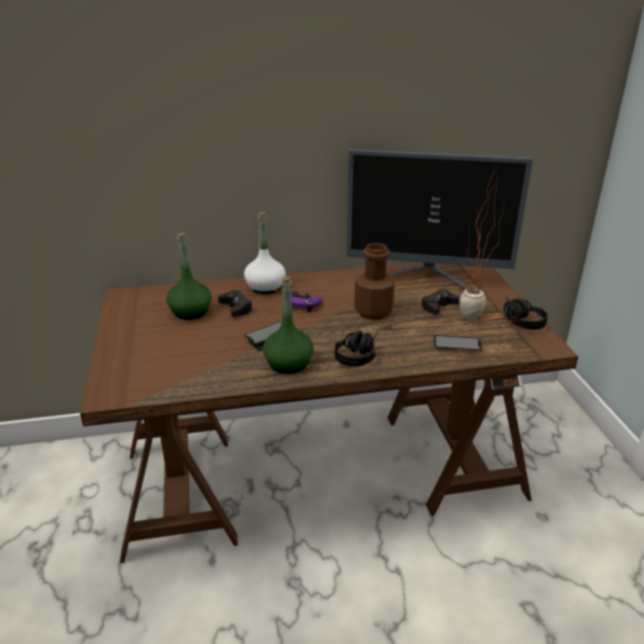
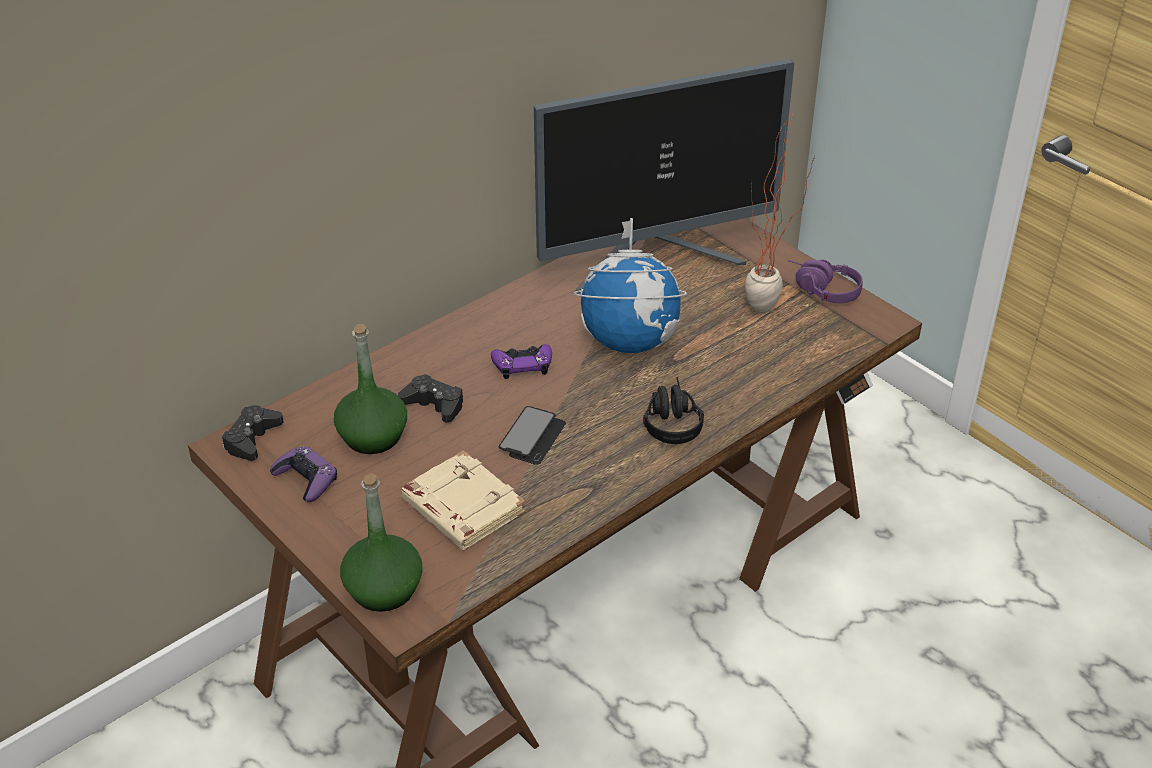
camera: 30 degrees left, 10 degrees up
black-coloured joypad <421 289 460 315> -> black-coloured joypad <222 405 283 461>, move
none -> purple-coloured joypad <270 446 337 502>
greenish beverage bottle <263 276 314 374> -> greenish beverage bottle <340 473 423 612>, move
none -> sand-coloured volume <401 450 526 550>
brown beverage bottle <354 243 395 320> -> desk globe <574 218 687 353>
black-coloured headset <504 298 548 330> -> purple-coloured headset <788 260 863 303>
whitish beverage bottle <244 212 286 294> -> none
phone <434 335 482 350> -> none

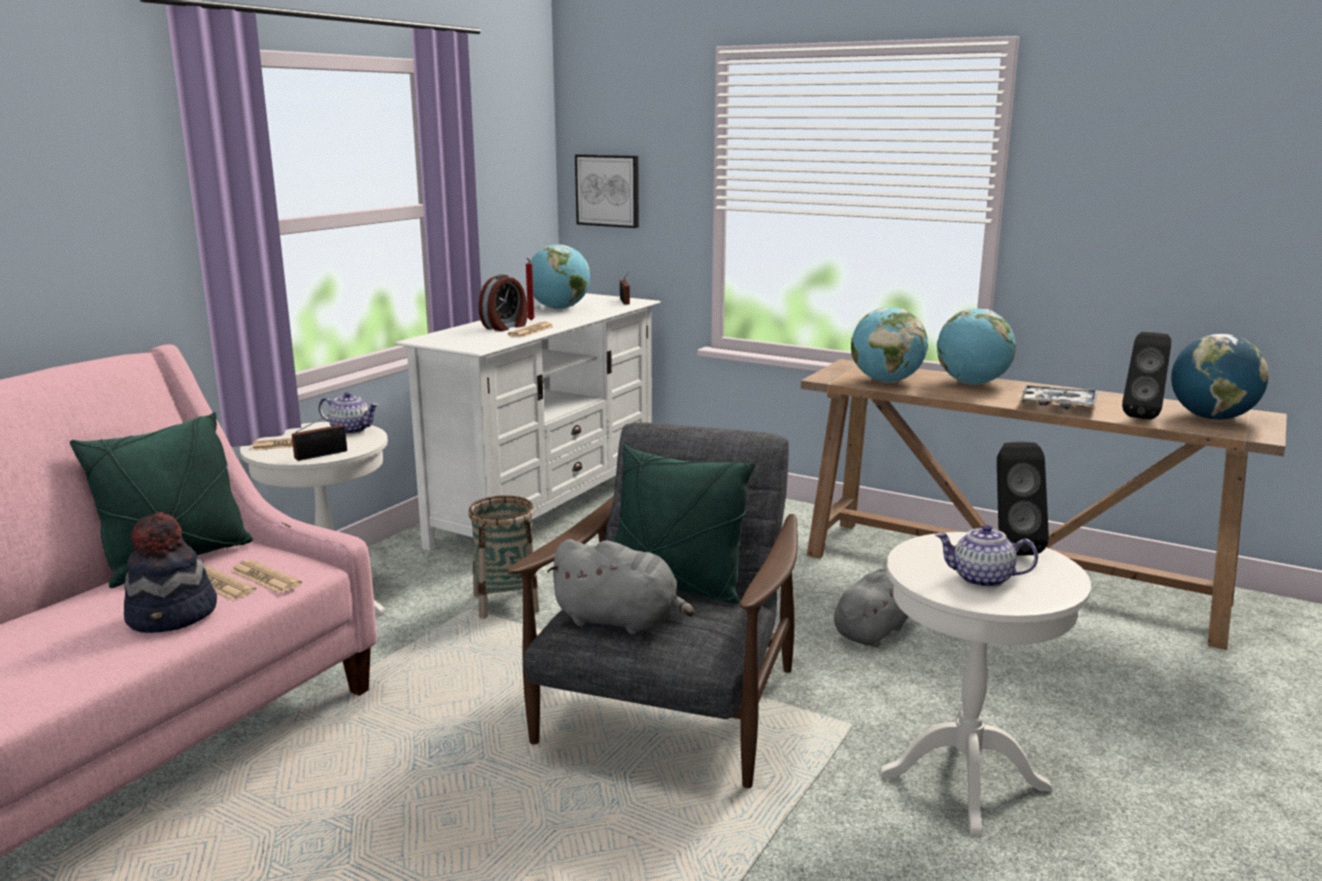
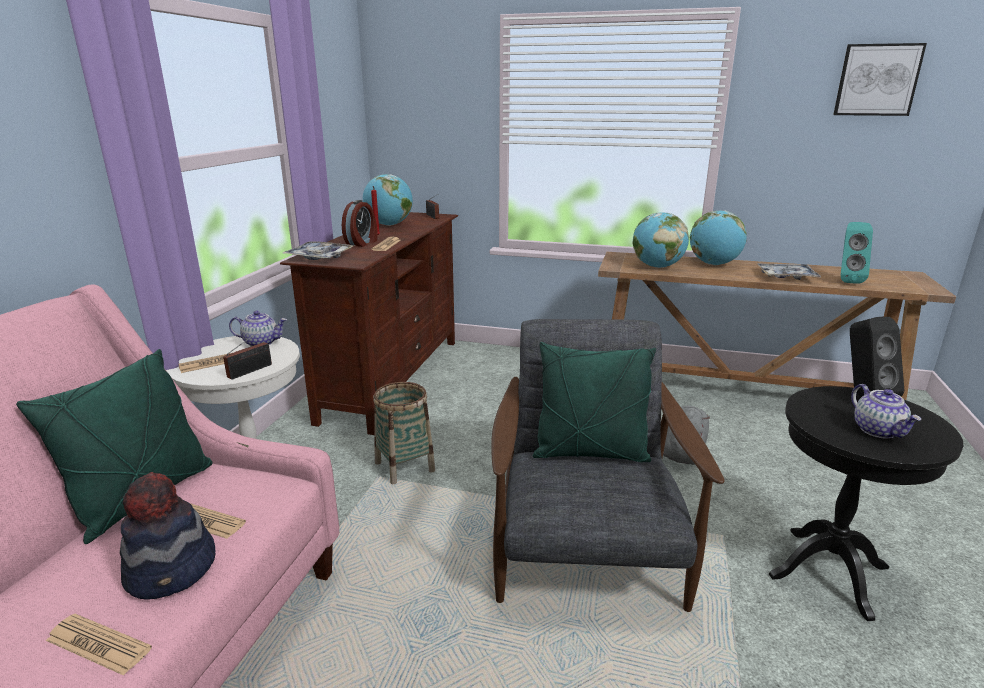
camera: 15 degrees left, 5 degrees up
newspaper <230 560 302 594> -> newspaper <46 614 152 676>, move
whitish media console <394 293 661 551> -> brown media console <280 212 458 435>
none -> serving tray <283 241 355 260>
whitish side table <880 532 1091 836> -> black-coloured side table <769 386 963 621>
wall picture <575 154 639 228> -> wall picture <833 43 927 116>, move
black-coloured speaker <1122 332 1171 419> -> blue-green speaker <841 222 873 284>
pot for tea <935 524 1038 588> -> pot for tea <851 384 921 438>, 105 degrees counterclockwise
greyish cuddly toy <547 539 694 635> -> none
desk globe <1171 334 1269 420> -> none

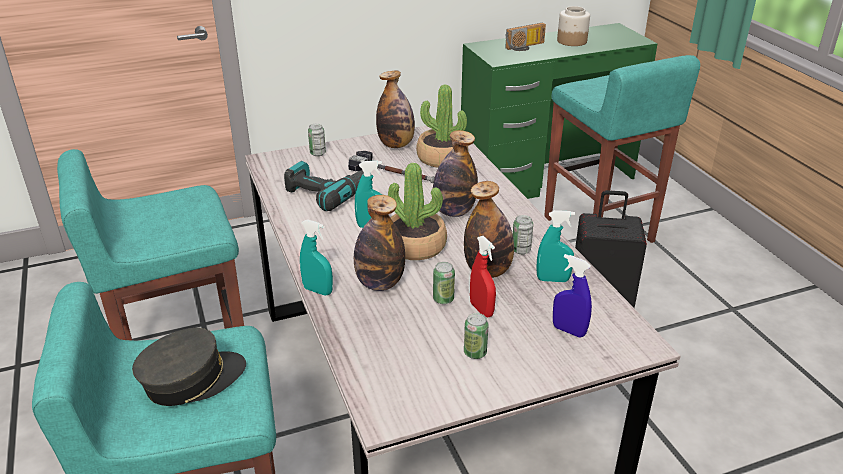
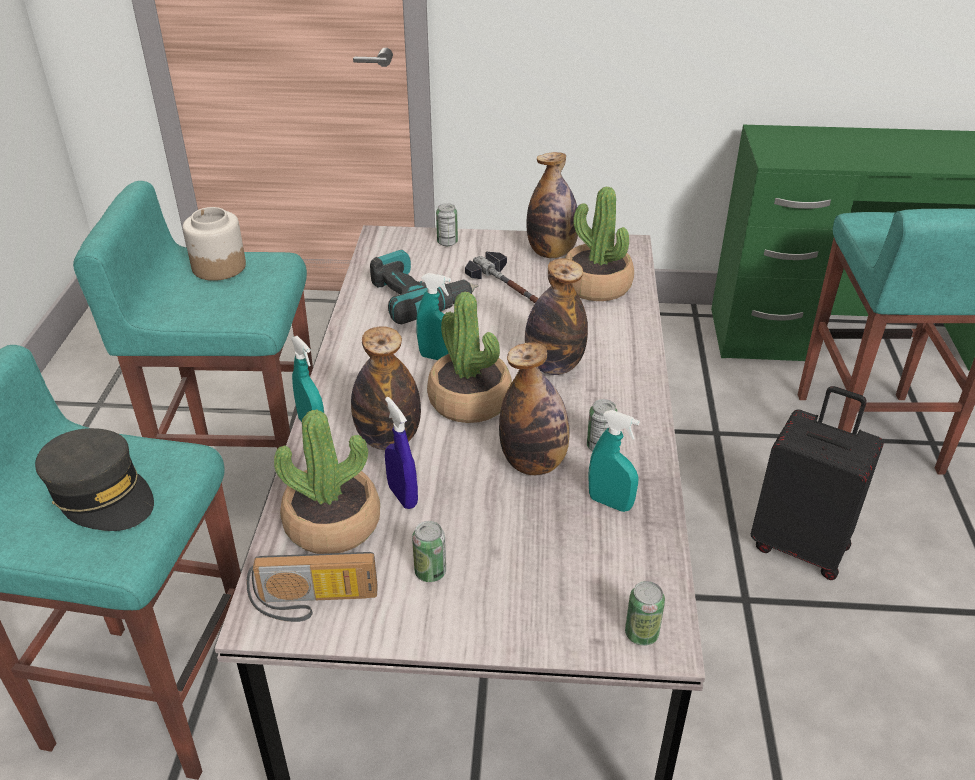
camera: 25 degrees right, 5 degrees up
greyish cap <132 328 246 406> -> greyish cap <35 428 154 531>, 45 degrees clockwise
storage jar <557 6 590 46> -> storage jar <183 207 246 281>, move
radio set <505 23 546 51> -> radio set <246 552 378 622>, move
none -> plant in a pot <274 410 380 554>
blue-coloured sprayer <553 254 592 338> -> blue-coloured sprayer <385 397 418 509>, move
metal can <433 262 455 304> -> metal can <625 581 665 646>, move
reddish sprayer <470 236 496 317> -> none

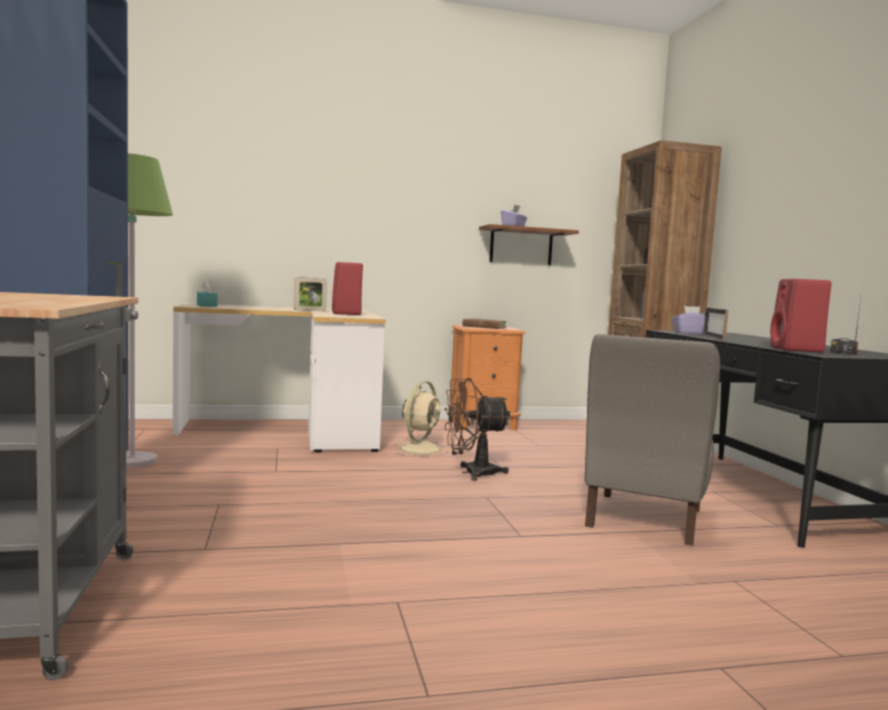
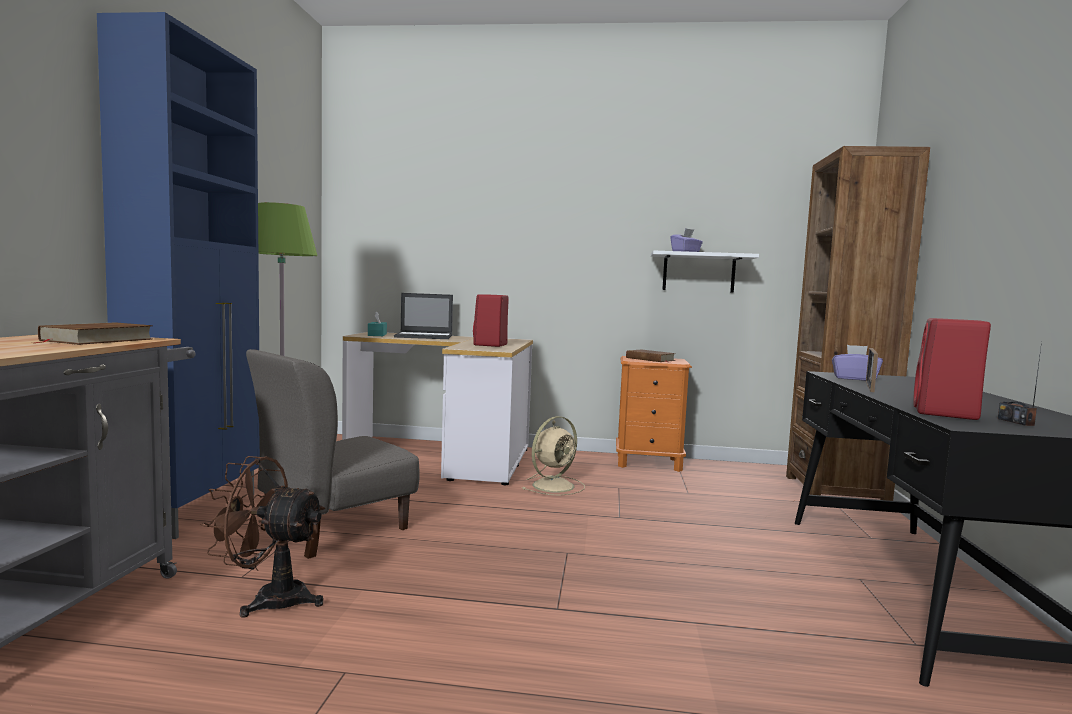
camera: 20 degrees right, 0 degrees up
none -> brown volume <35 322 153 345>
brown electric fan <444 378 511 481> -> brown electric fan <201 456 325 618>, move
greyish chair <584 334 720 546> -> greyish chair <246 349 420 559>, move
none -> laptop <394 293 453 339>
brown shelf <479 224 579 265> -> whitish shelf <651 251 759 293>
standing frame <294 277 327 311> -> none

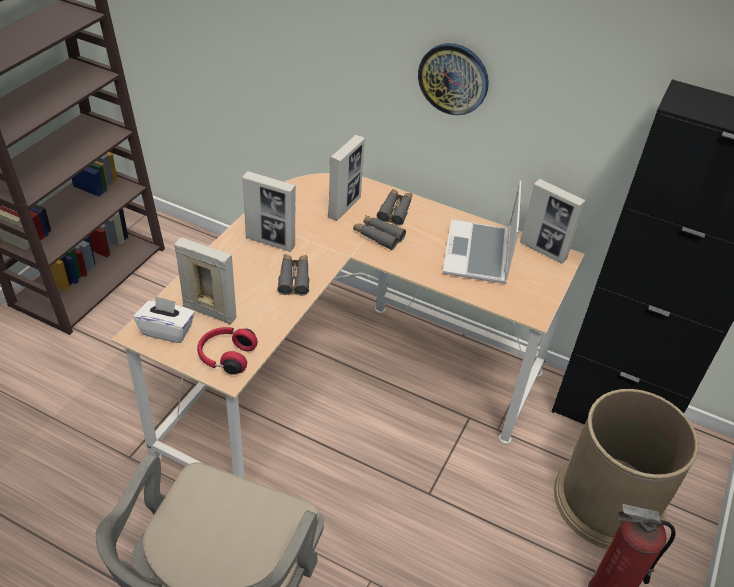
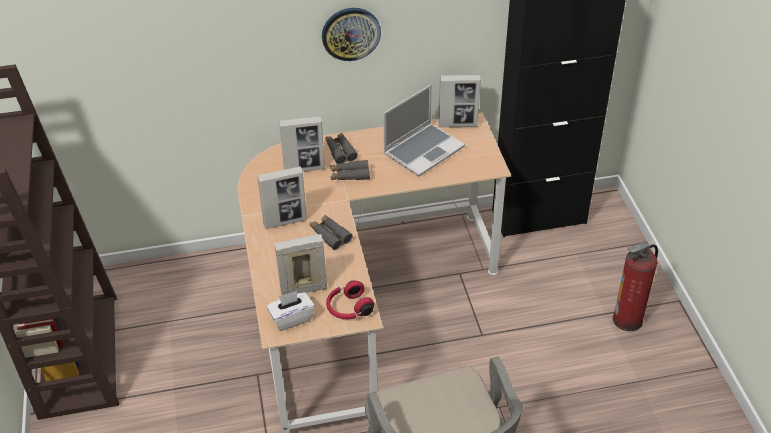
camera: 35 degrees left, 0 degrees up
standing frame <328 135 365 221> -> standing frame <279 116 325 171>, 90 degrees clockwise
laptop <443 180 522 284> -> laptop <383 85 465 176>, 105 degrees counterclockwise
brown trash can <554 389 699 549> -> none

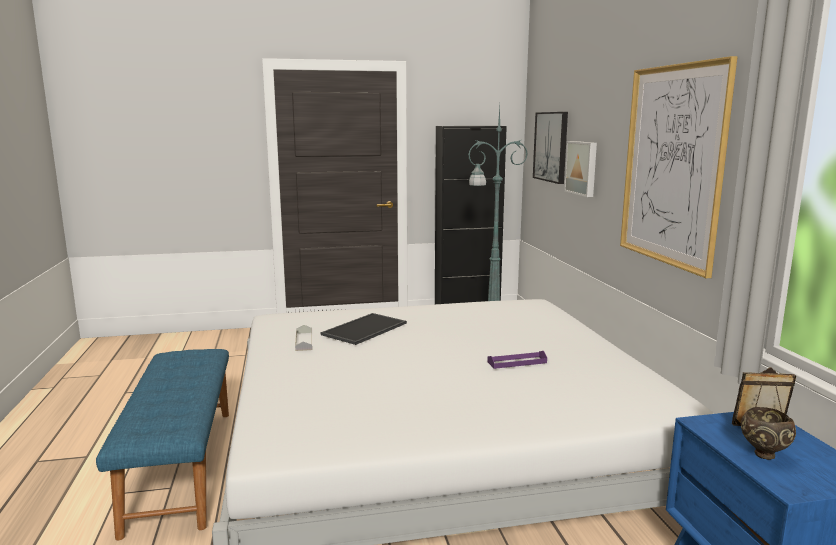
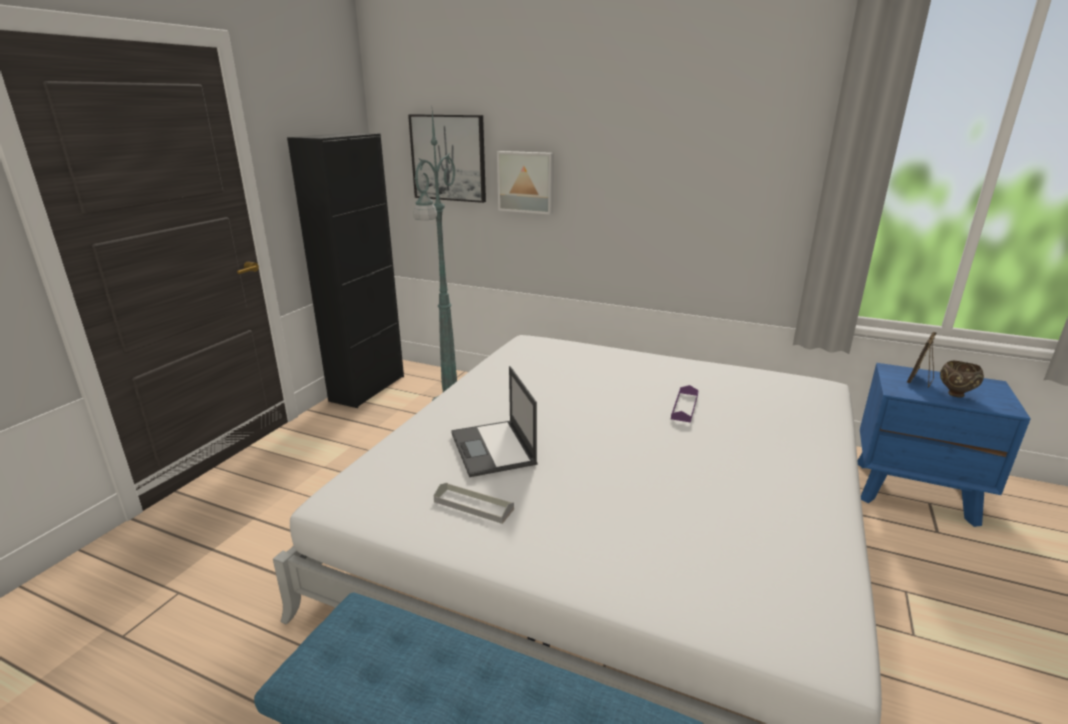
camera: 55 degrees left, 10 degrees up
serving tray <321 313 407 345> -> laptop <451 366 538 477>
wall picture <620 56 738 278> -> none

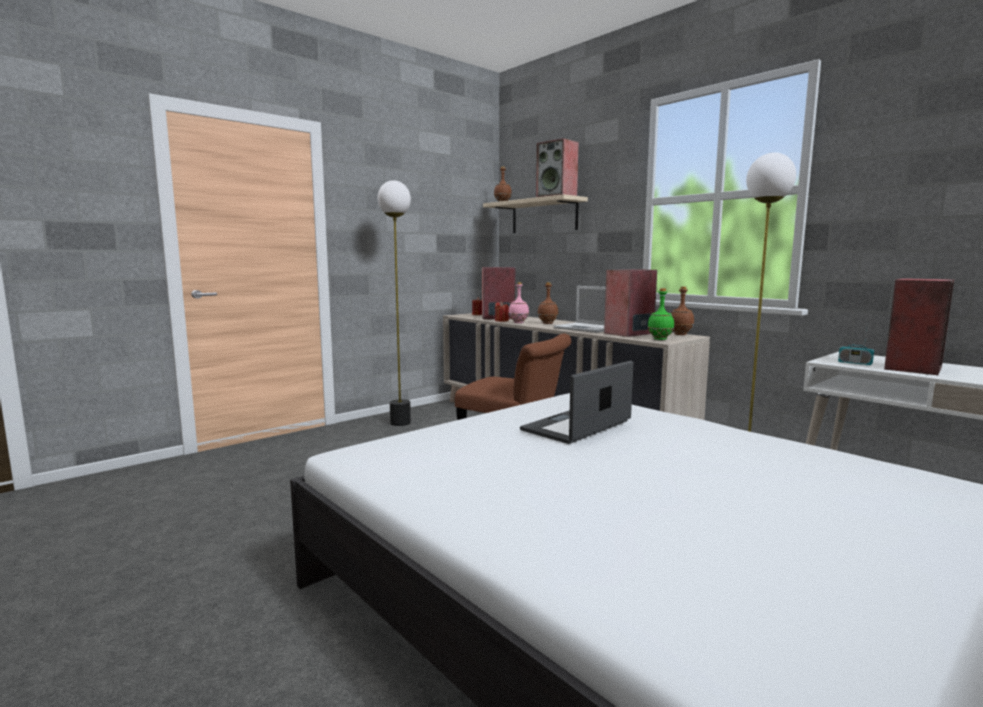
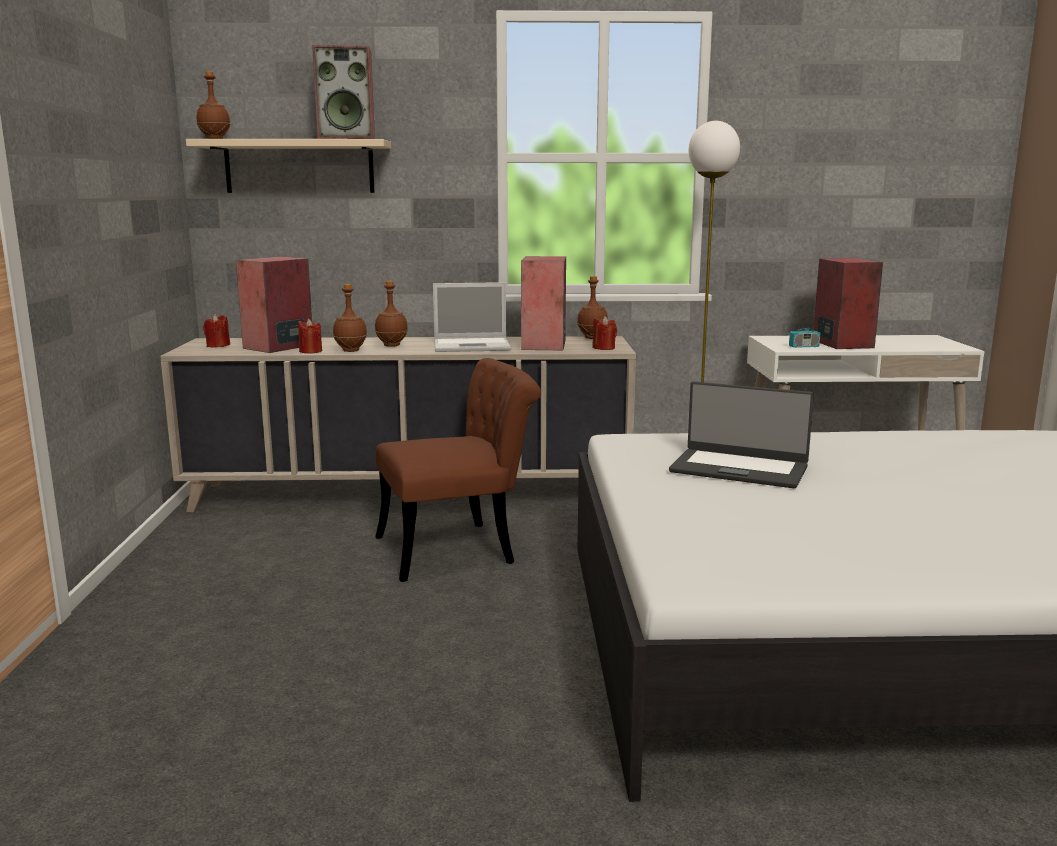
camera: 50 degrees left, 5 degrees up
pink beverage bottle <509 282 529 323> -> brown beverage bottle <333 284 367 352>
greenish beverage bottle <648 288 674 340> -> reddish wax light <592 316 617 350>
laptop <520 361 633 444> -> laptop <669 381 814 488>, 60 degrees counterclockwise
floor lamp <378 180 411 426> -> none

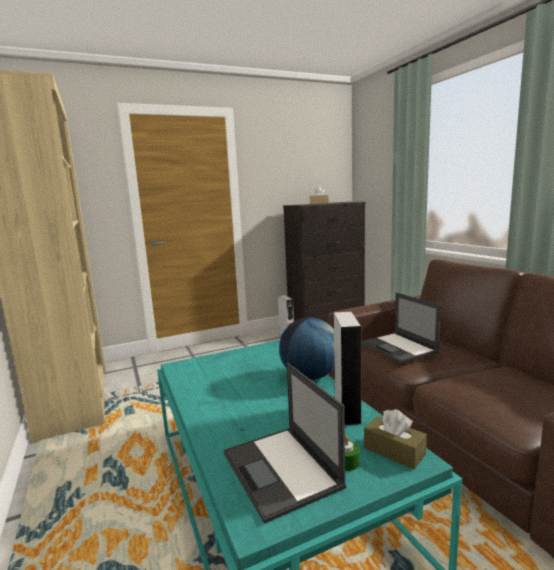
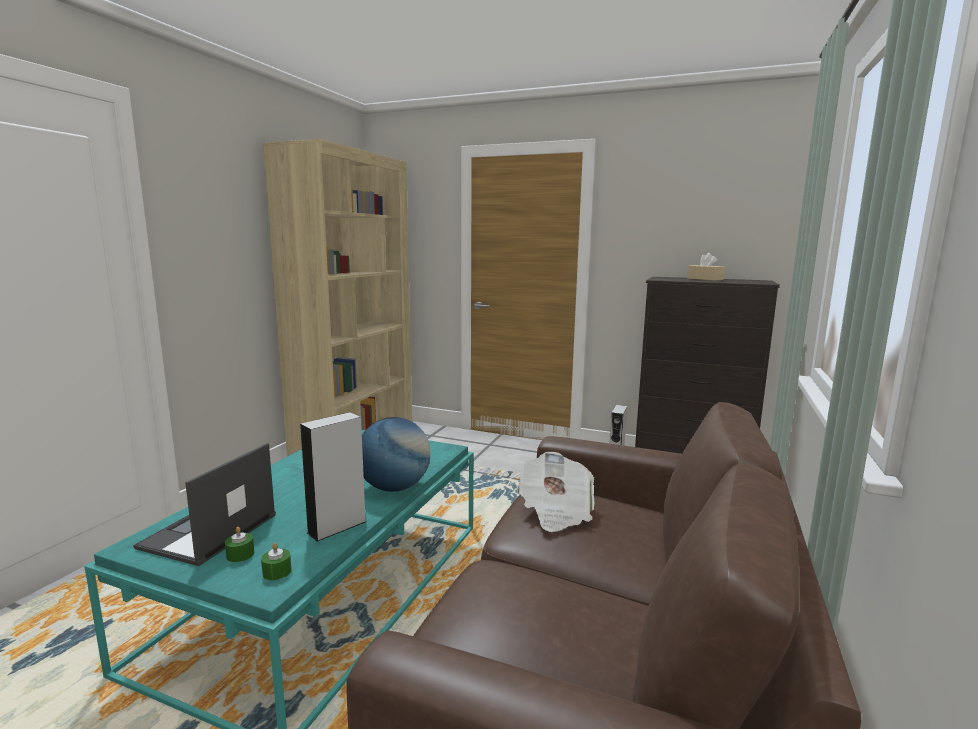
camera: 45 degrees right, 0 degrees up
brown box of tissues <364 409 427 469> -> greenish wax light <261 543 291 580>
laptop <361 292 441 363> -> newspaper <517 452 595 532>

